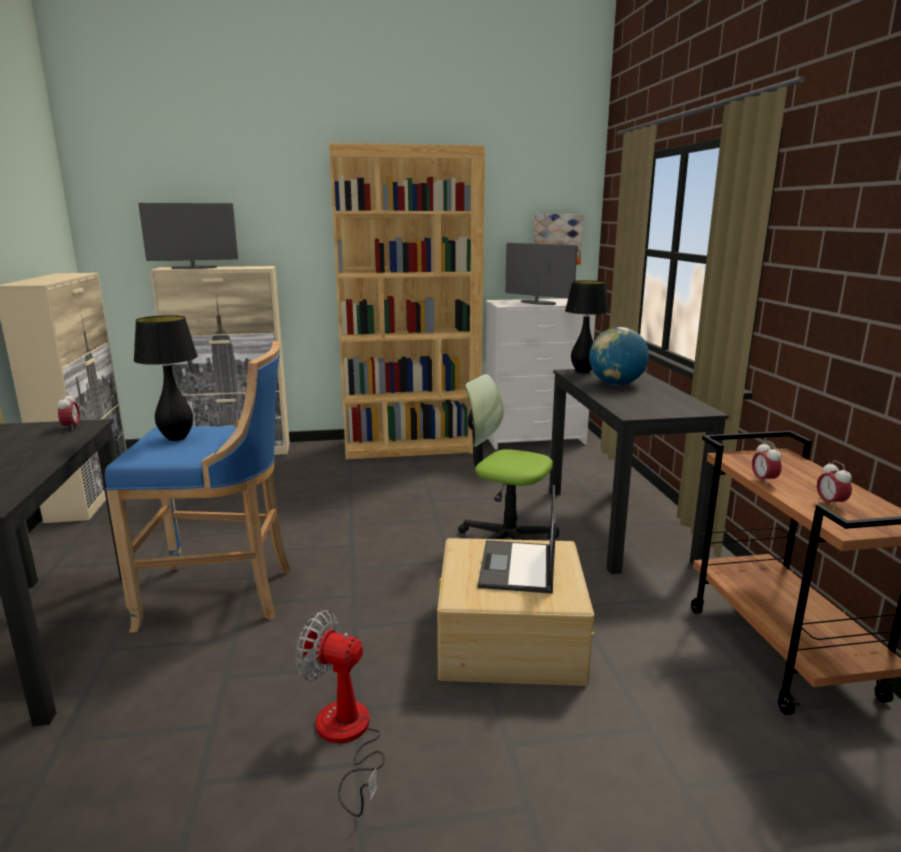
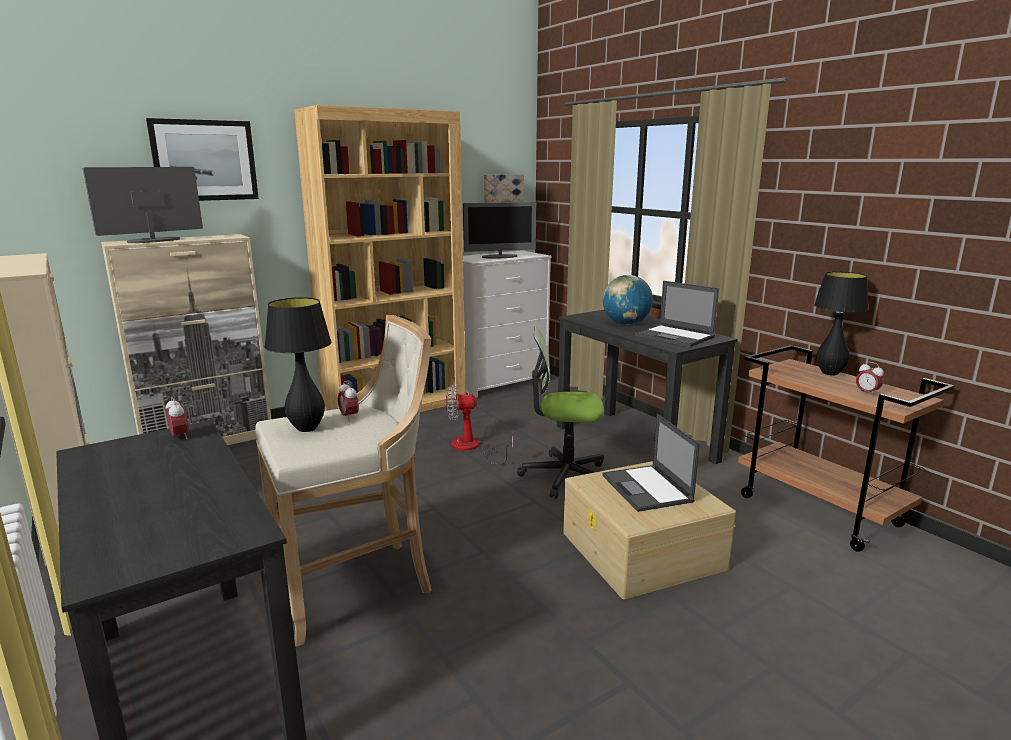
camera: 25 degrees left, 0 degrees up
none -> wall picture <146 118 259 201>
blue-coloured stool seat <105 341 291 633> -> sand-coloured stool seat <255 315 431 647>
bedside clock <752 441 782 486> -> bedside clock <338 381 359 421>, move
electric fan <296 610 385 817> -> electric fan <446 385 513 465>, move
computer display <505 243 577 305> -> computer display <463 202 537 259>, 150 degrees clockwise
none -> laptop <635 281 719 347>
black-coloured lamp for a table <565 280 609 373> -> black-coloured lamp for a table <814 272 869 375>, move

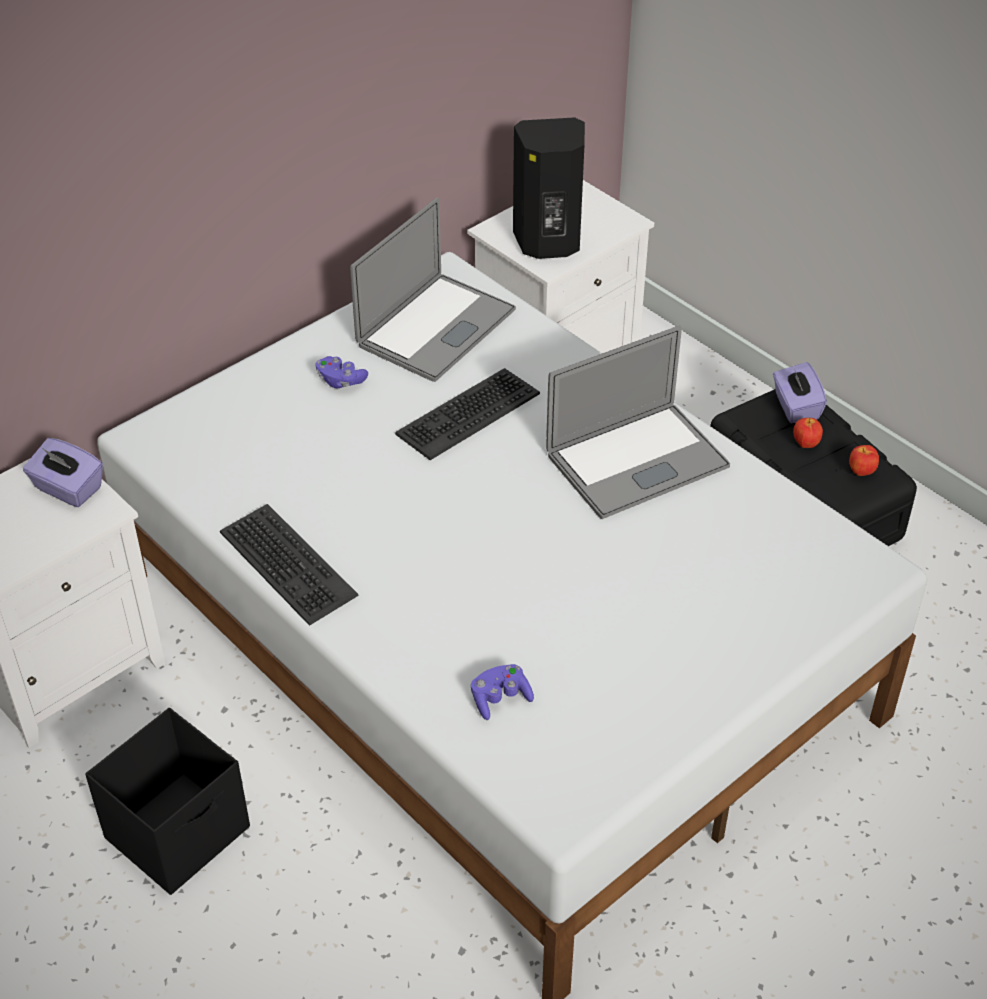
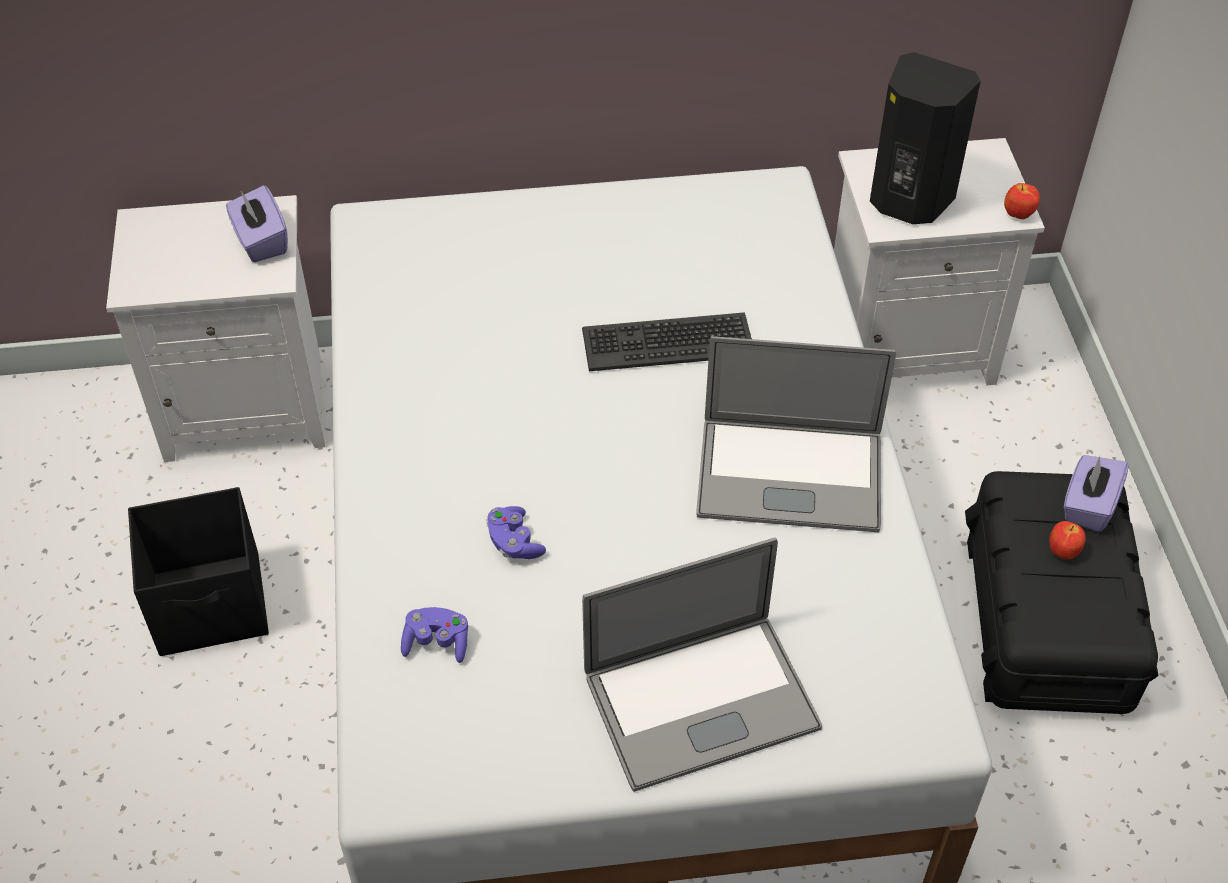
camera: 35 degrees right, 5 degrees up
purple-coloured joypad <315 356 368 388> -> purple-coloured joypad <486 506 546 559>, move
laptop <350 197 516 382> -> laptop <582 538 822 792>, move
whole apple <849 445 879 476> -> whole apple <1004 183 1040 220>, move
computer keyboard <220 504 358 626> -> none

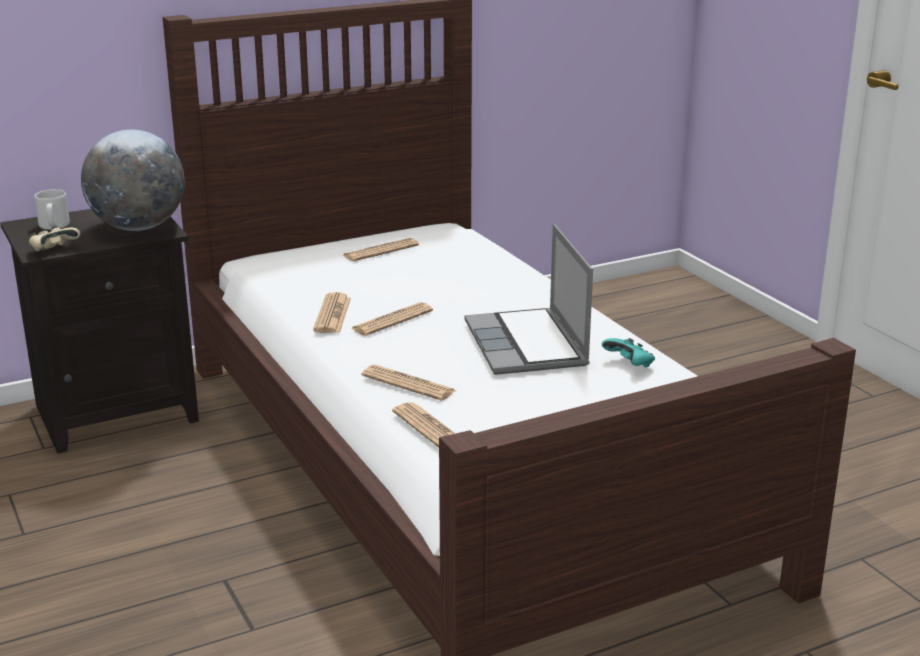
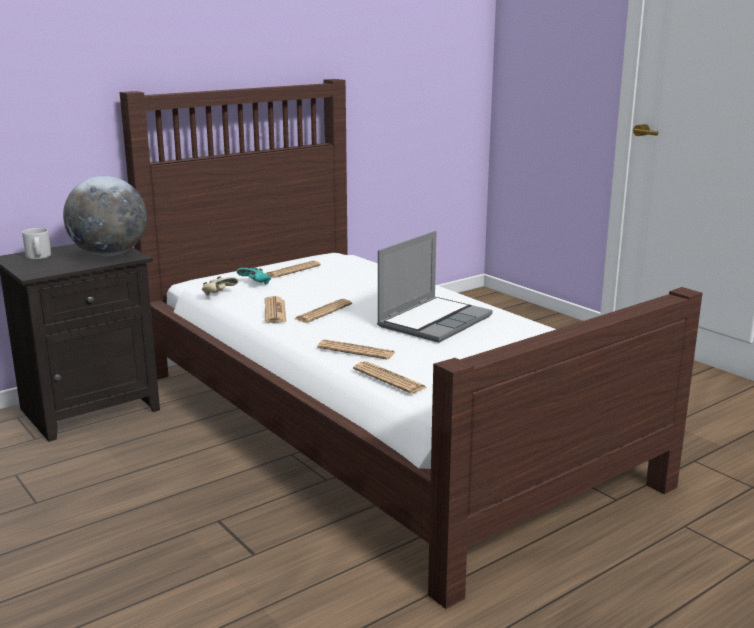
camera: 10 degrees left, 5 degrees down
sand-coloured joypad <29 226 80 252> -> sand-coloured joypad <202 276 239 295>, move
blue-green joypad <602 338 655 368> -> blue-green joypad <236 267 271 285>, move
laptop <465 224 593 375> -> laptop <377 231 493 343>, 120 degrees counterclockwise

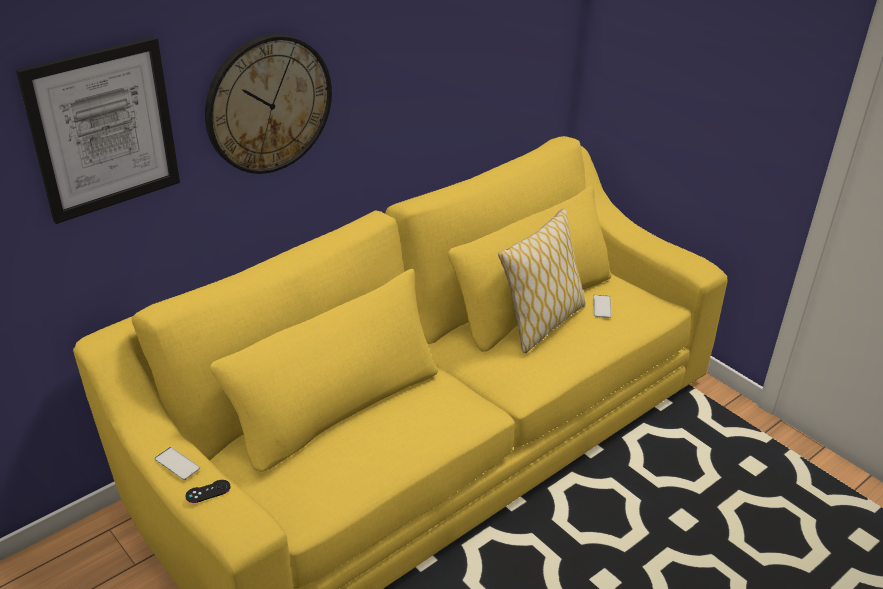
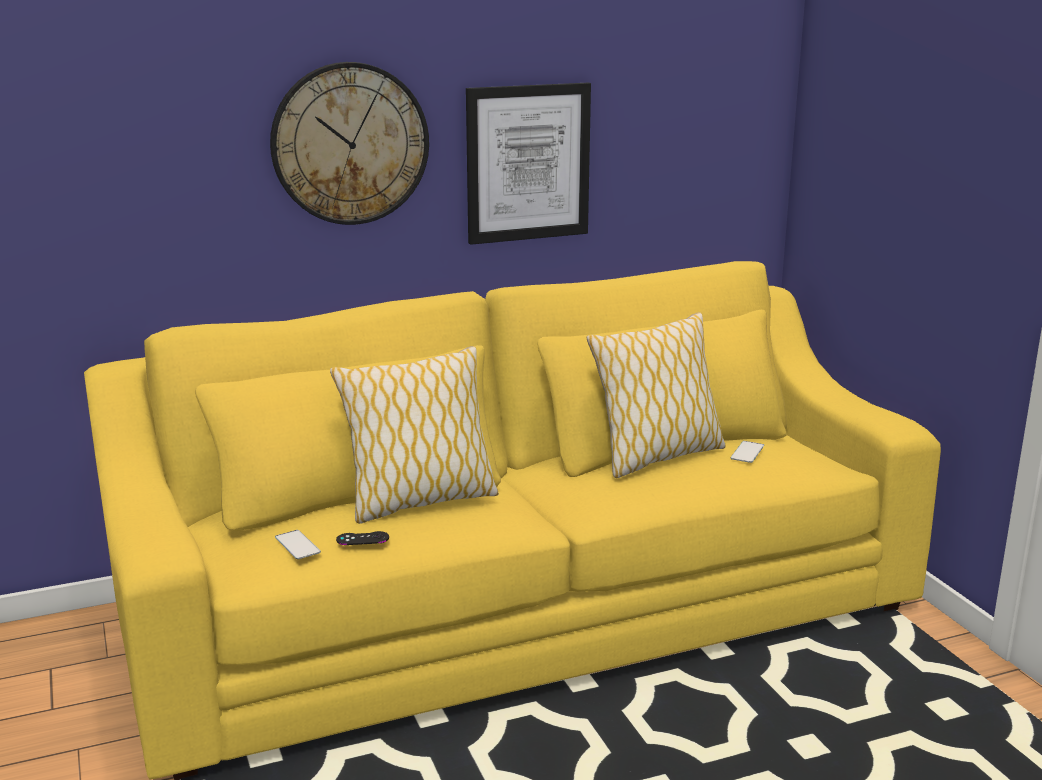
camera: 20 degrees right, 15 degrees down
phone <154 447 200 480> -> phone <275 530 321 559>, move
none -> pillow <330 346 499 524>
black-coloured joypad <185 480 231 503> -> black-coloured joypad <336 531 389 545>, move
wall picture <16 36 180 224> -> wall picture <466 83 591 245>, move

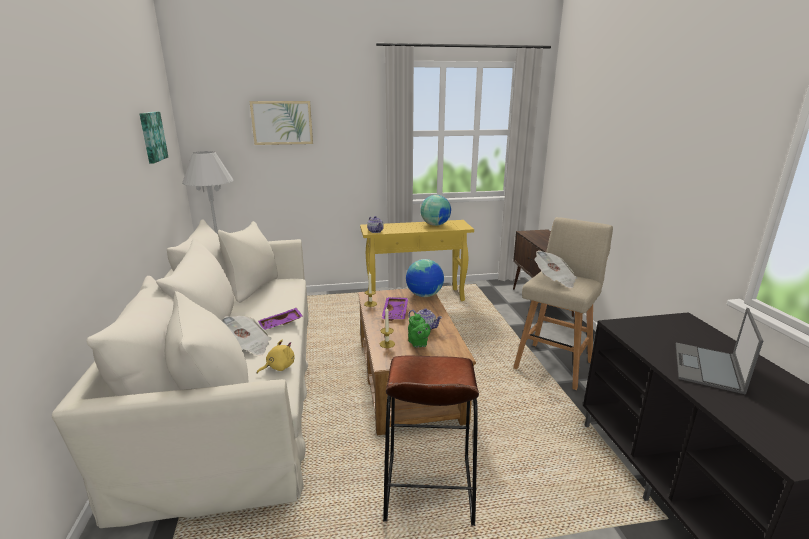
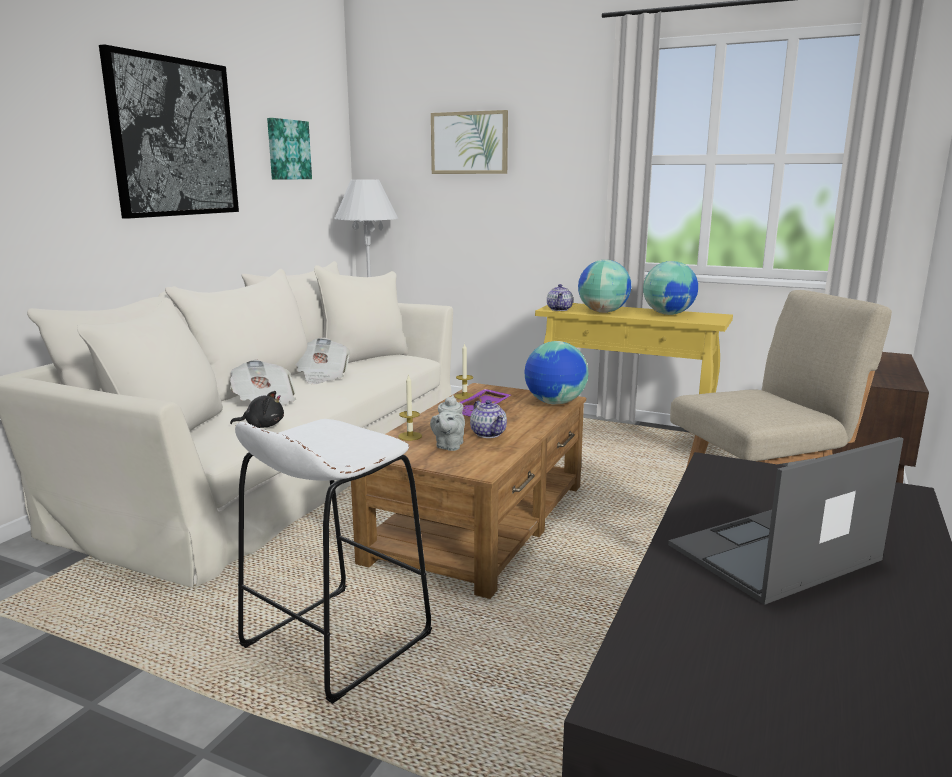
camera: 35 degrees right, 5 degrees down
none -> wall picture <99 44 239 219>
yellow-coloured cuddly toy <257 340 295 374> -> black-coloured cuddly toy <230 391 284 428>
brown stool seat <383 356 479 526> -> whitish stool seat <235 419 432 704>
newspaper <535 251 577 289> -> newspaper <295 338 351 384>, move
greenish pot for tea <408 313 430 347> -> greyish pot for tea <430 395 465 451>
none -> desk globe <578 260 631 313>
purple-coloured serving tray <258 308 303 330> -> none

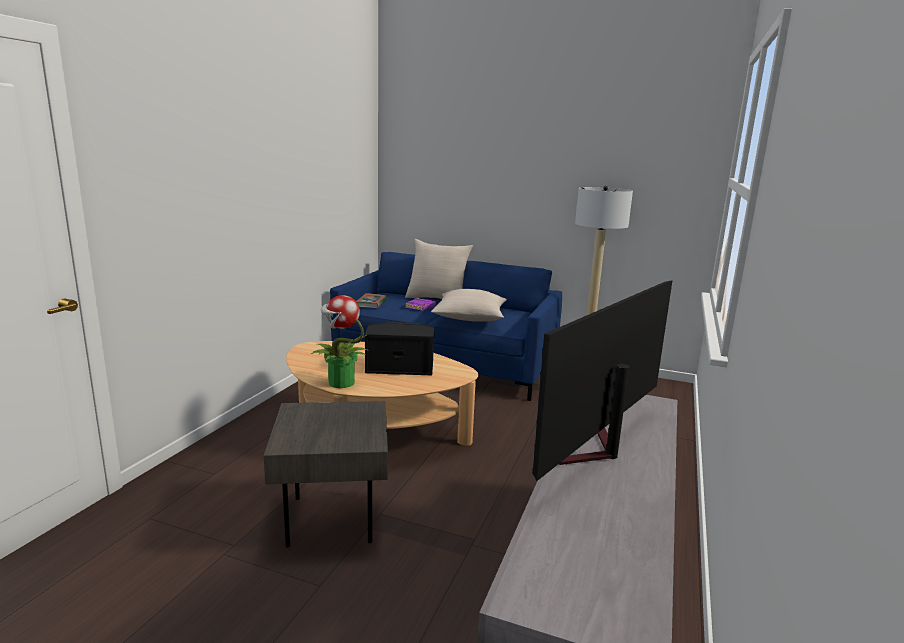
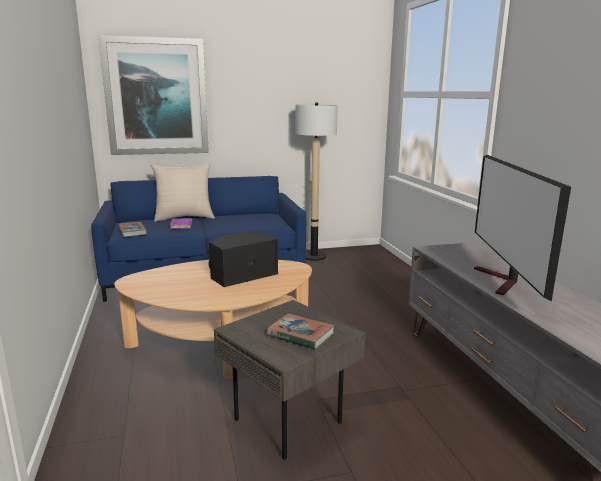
camera: 35 degrees left, 0 degrees up
none -> wall picture <98 35 209 155>
none -> volume <267 314 335 350>
plant in a pot <310 295 369 388> -> none
sand-coloured pillow <431 289 507 322> -> none

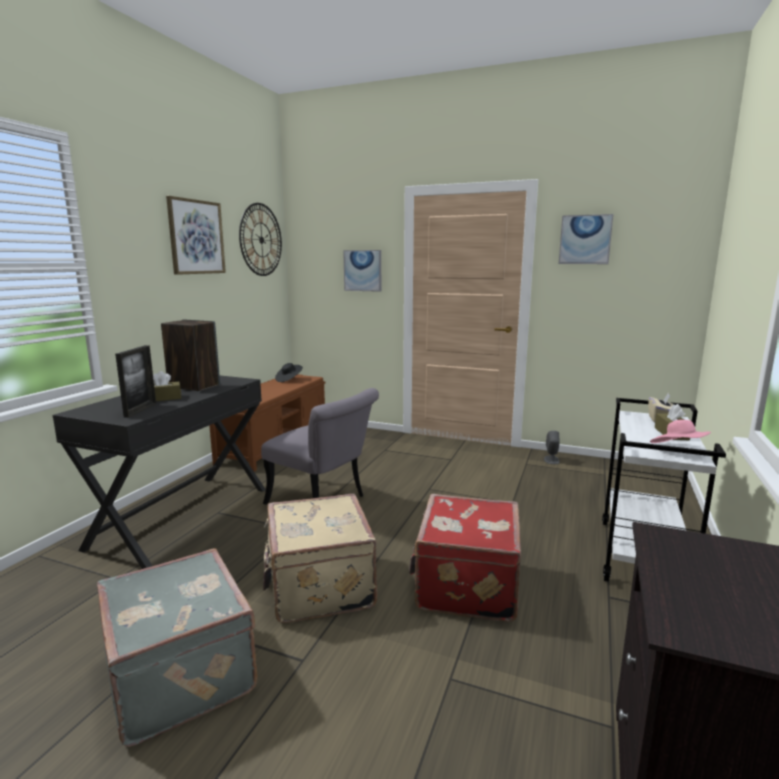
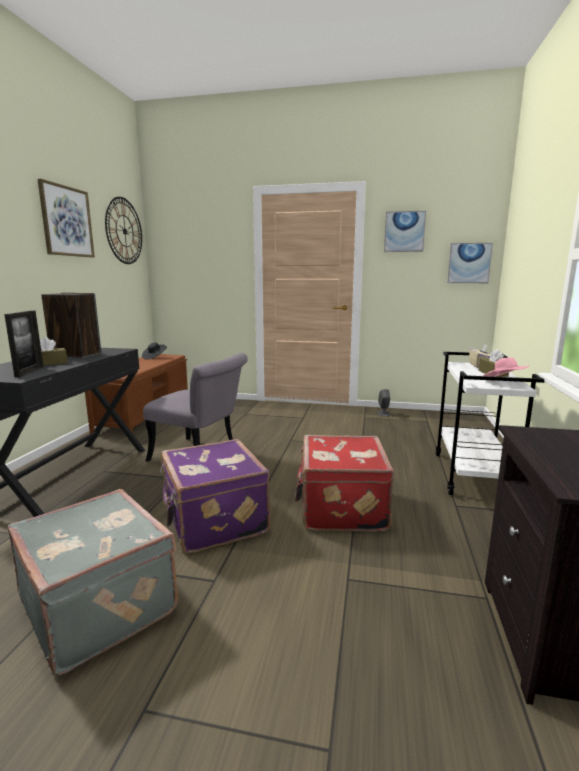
camera: 10 degrees left, 0 degrees up
sand-coloured piece of luggage <263 494 377 623> -> purple-coloured piece of luggage <160 439 270 553>
wall picture <343 250 381 292> -> wall picture <447 243 493 283>, move

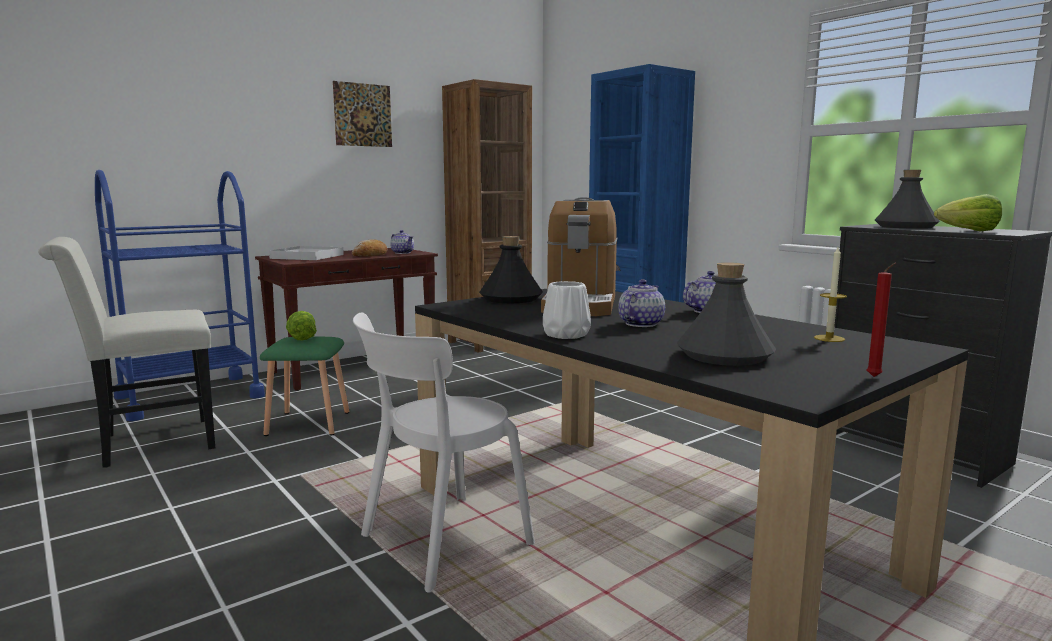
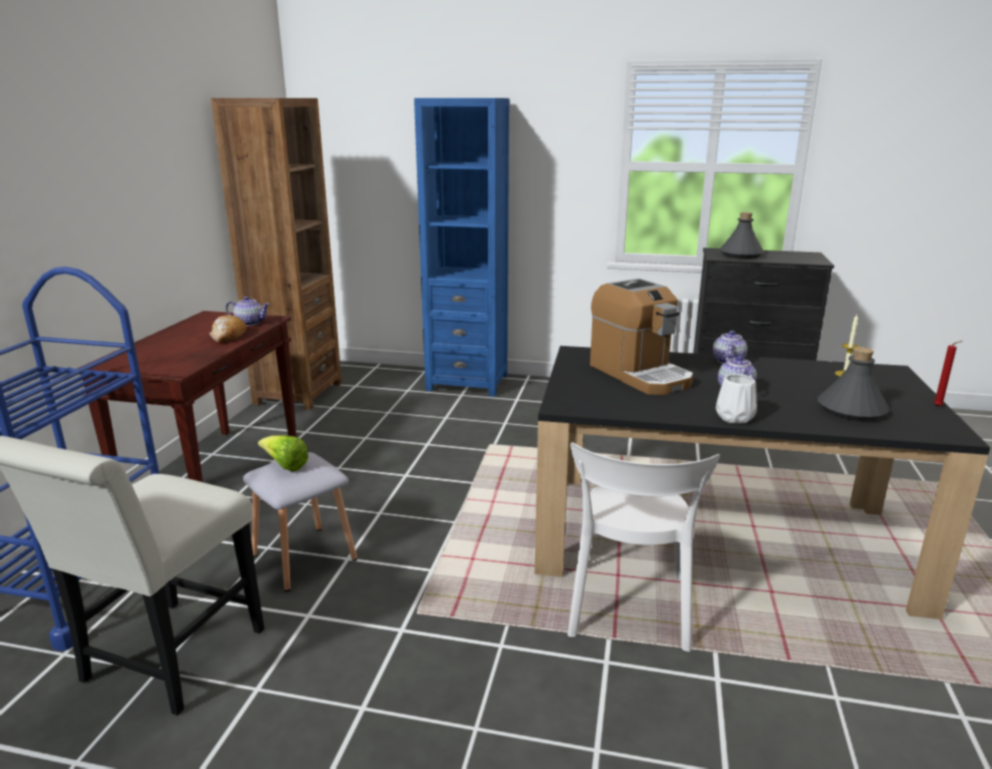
camera: 40 degrees left, 10 degrees up
greenish stool seat <260 336 349 436> -> greyish stool seat <243 452 357 591>
whitish serving tray <269 246 344 260> -> none
wall picture <333 81 392 147> -> none
black-coloured beverage bottle <479 236 543 303> -> none
head of lettuce <934 194 1002 231> -> none

